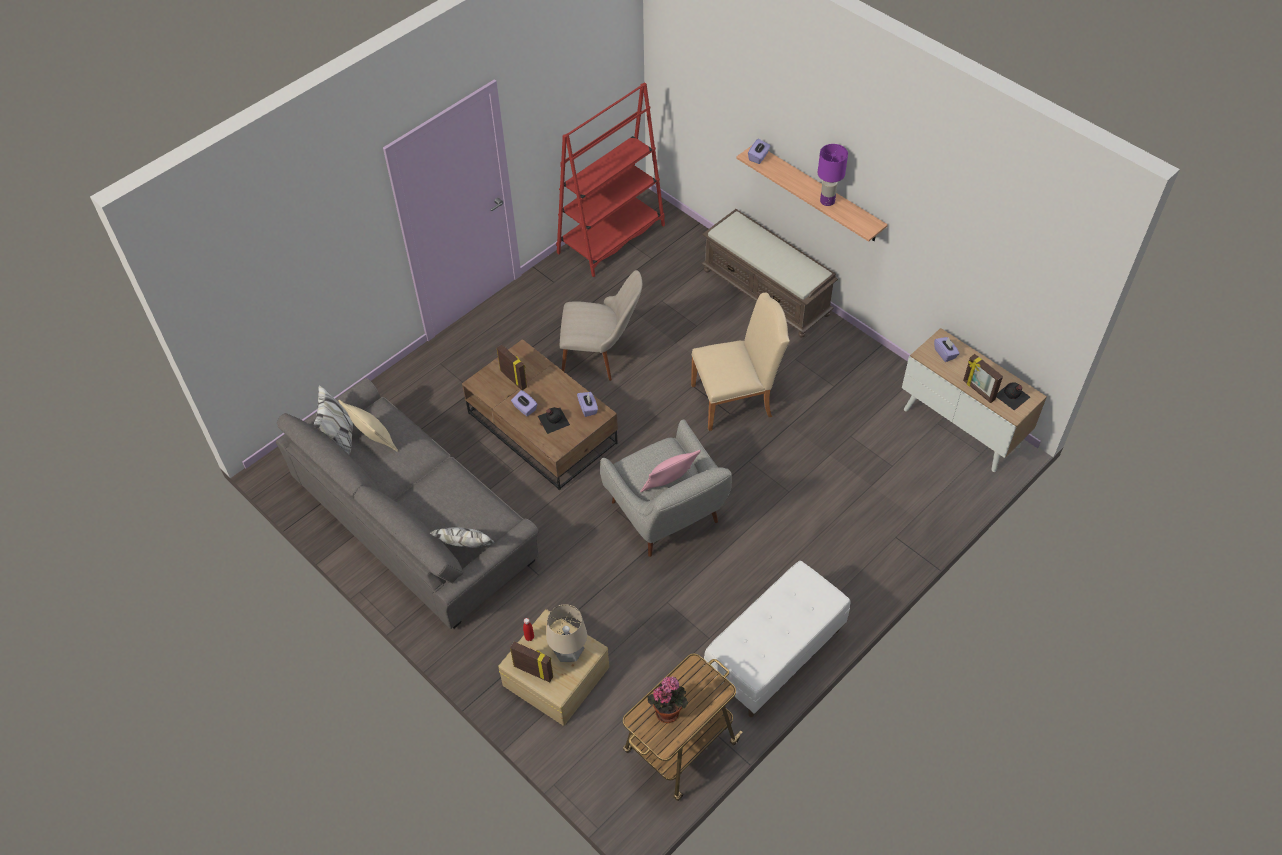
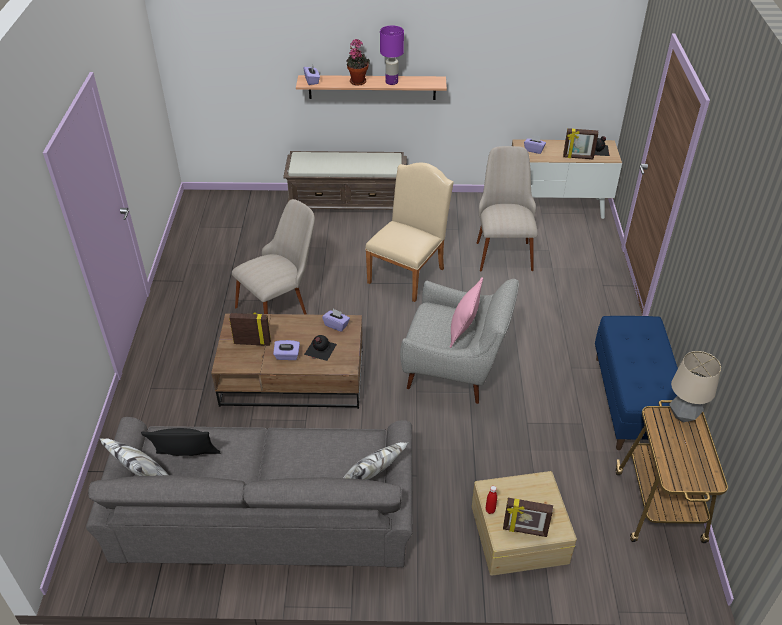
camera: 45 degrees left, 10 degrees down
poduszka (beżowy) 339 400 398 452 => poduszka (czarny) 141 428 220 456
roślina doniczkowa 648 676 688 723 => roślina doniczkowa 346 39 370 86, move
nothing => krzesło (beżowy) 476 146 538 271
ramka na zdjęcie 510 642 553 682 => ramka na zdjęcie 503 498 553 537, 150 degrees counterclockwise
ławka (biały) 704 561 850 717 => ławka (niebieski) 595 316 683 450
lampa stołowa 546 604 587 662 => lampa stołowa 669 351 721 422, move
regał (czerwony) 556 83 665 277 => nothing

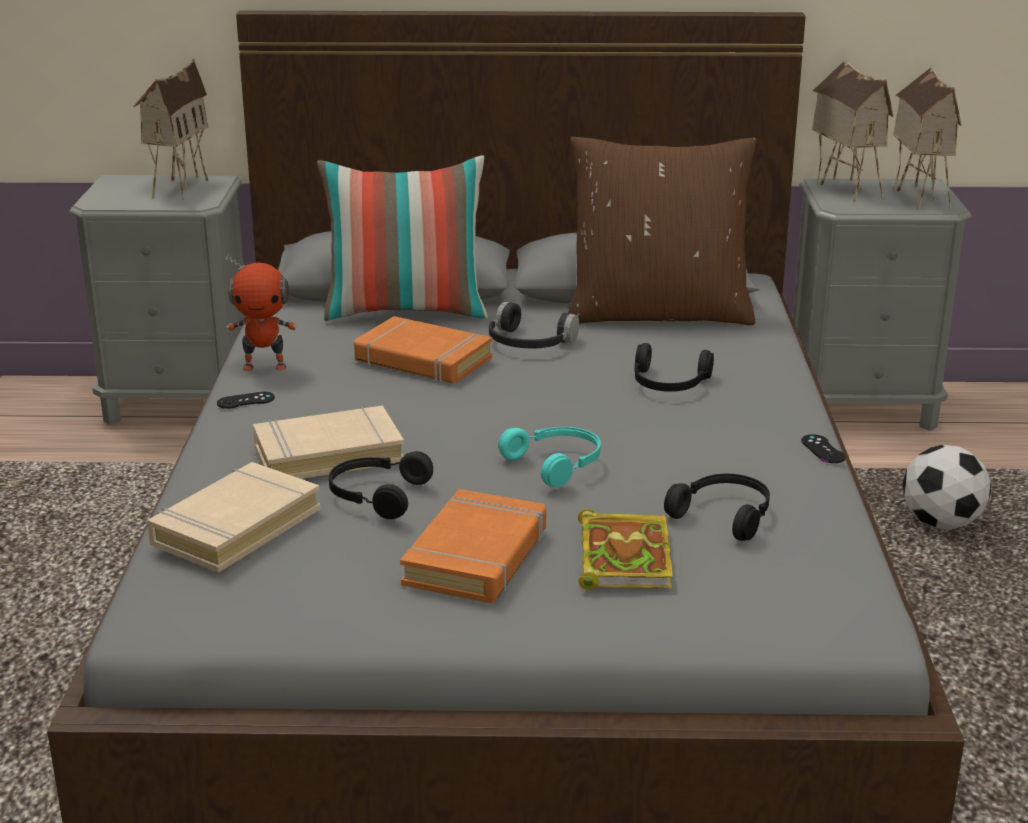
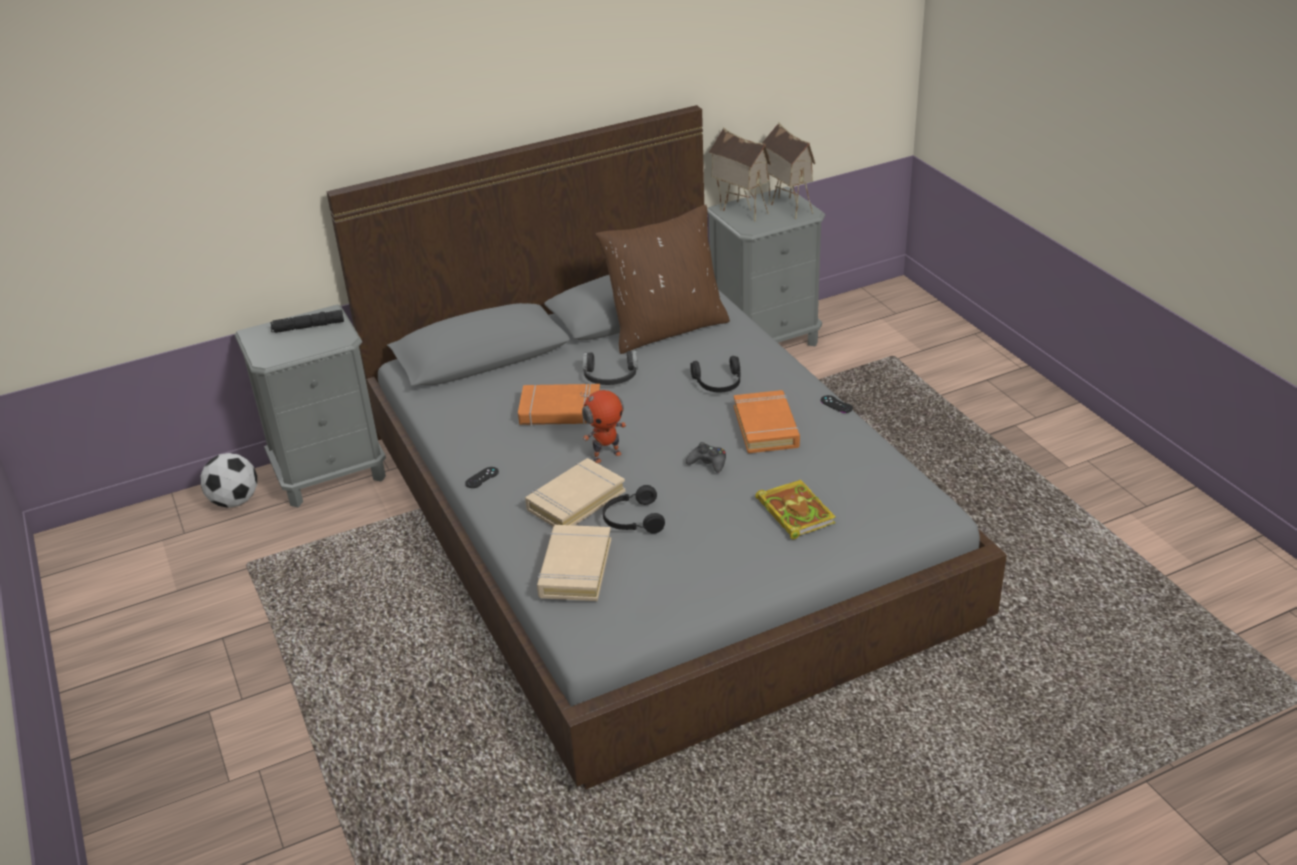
camera: 25 degrees left, 10 degrees up
piłka futbolowa 903 445 991 530 => piłka futbolowa 200 453 257 508, move
domek 133 59 208 200 => latarka (czarny) 270 310 344 333
robot zabawkowy 226 254 297 371 => robot zabawkowy 581 390 627 463, move
słuchawki (turkusowy) 498 427 601 487 => pad do gier (czarny) 686 442 726 473
książka (pomarańczowy) 400 489 546 603 => książka (pomarańczowy) 734 390 800 453, move
poduszka 317 156 488 321 => nothing
słuchawki (czarny) 664 474 770 541 => nothing

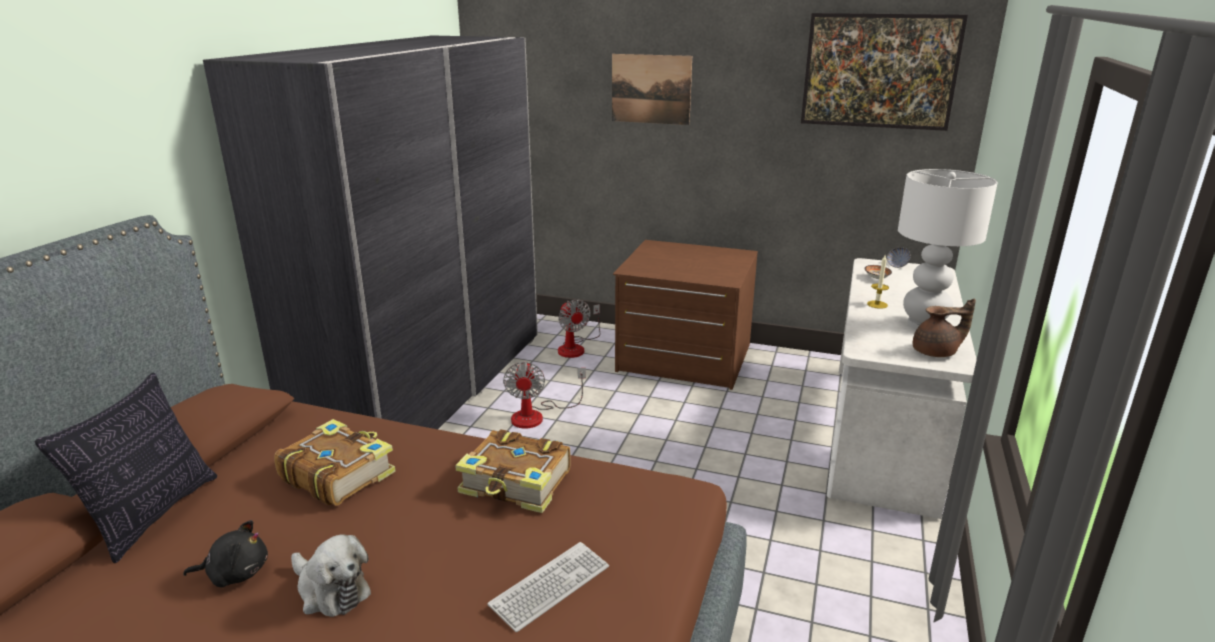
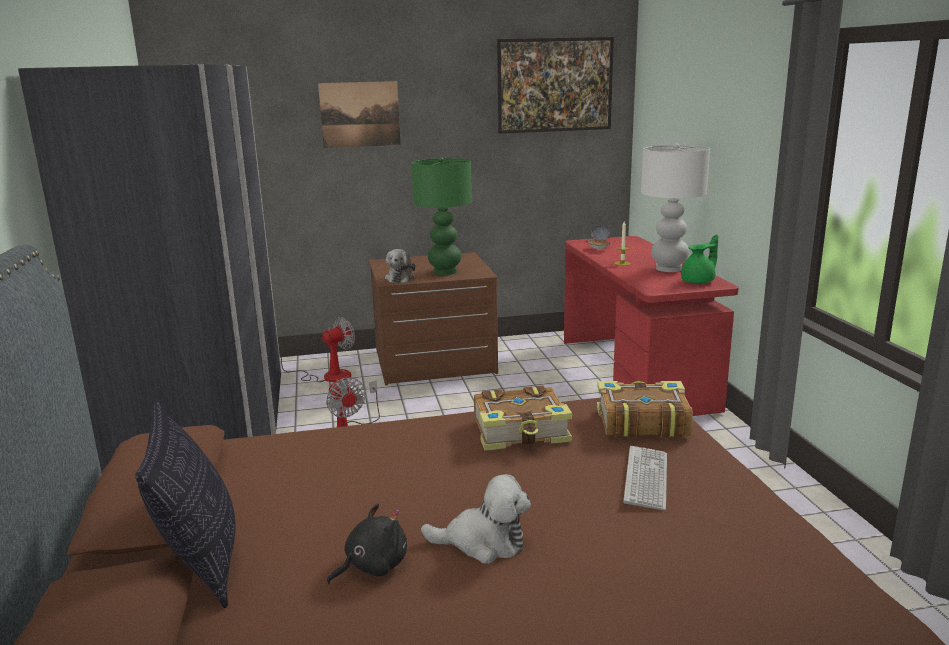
camera: 30 degrees left, 5 degrees down
wentylator 558 300 601 358 => wentylator 280 317 355 382, 75 degrees counterclockwise
nothing => pluszak 385 249 416 283
nothing => lampa stołowa (zielony) 411 157 472 275
biurko (biały) 827 258 977 519 => biurko (czerwony) 564 236 739 416
książka 274 419 396 506 => książka 597 381 693 438, move
imbryk (brązowy) 913 299 976 357 => imbryk (zielony) 681 234 718 283

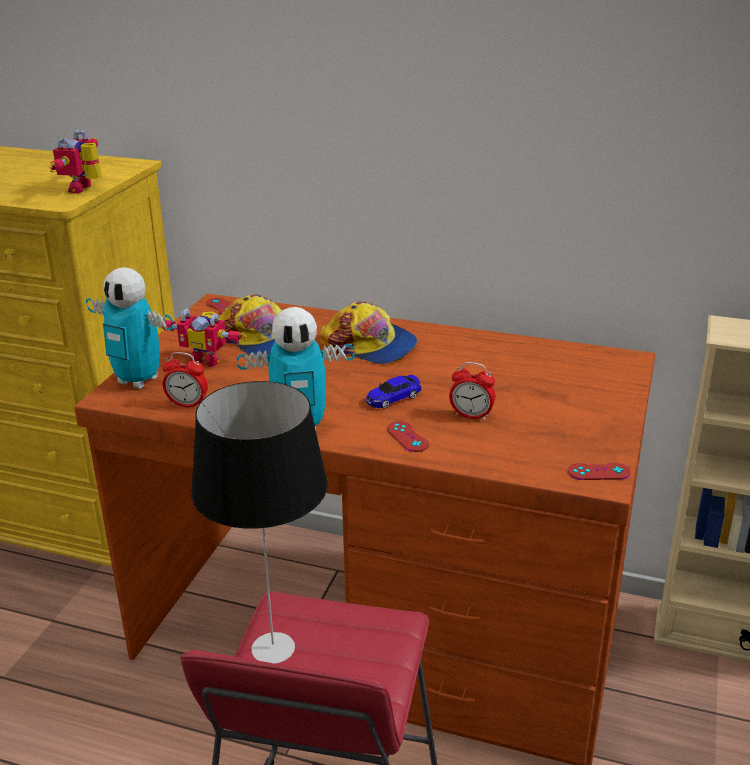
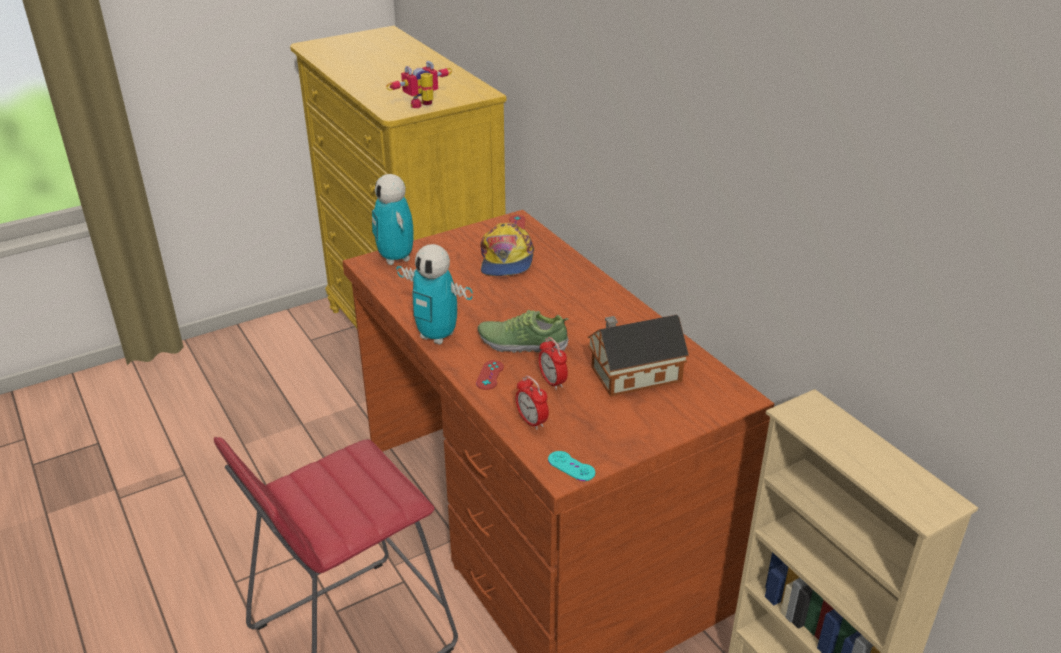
camera: 40 degrees right, 5 degrees up
samochodzik 366 375 421 409 => but 478 310 569 353
budzik 163 352 208 407 => budzik 516 376 549 430, move
pad do gier (czerwony) 568 463 631 480 => pad do gier (turkusowy) 548 451 595 481
nothing => domek 588 315 689 397
robot zabawkowy 159 309 247 367 => nothing
lampa stołowa 191 381 328 664 => nothing
czapka z daszkiem 319 301 417 364 => nothing

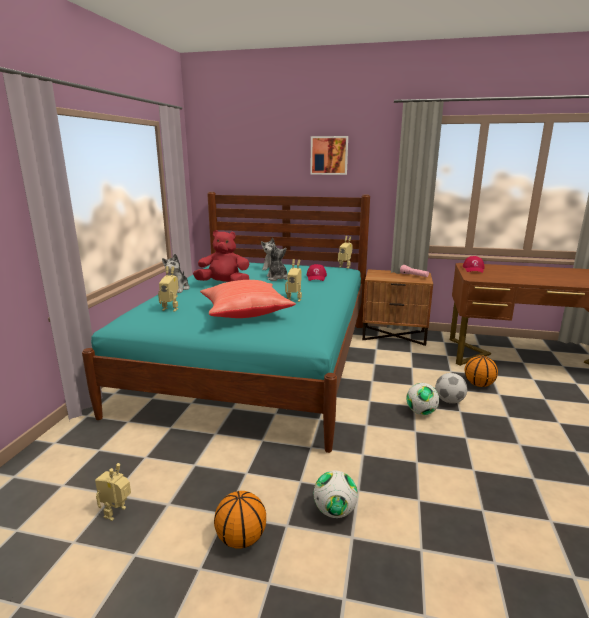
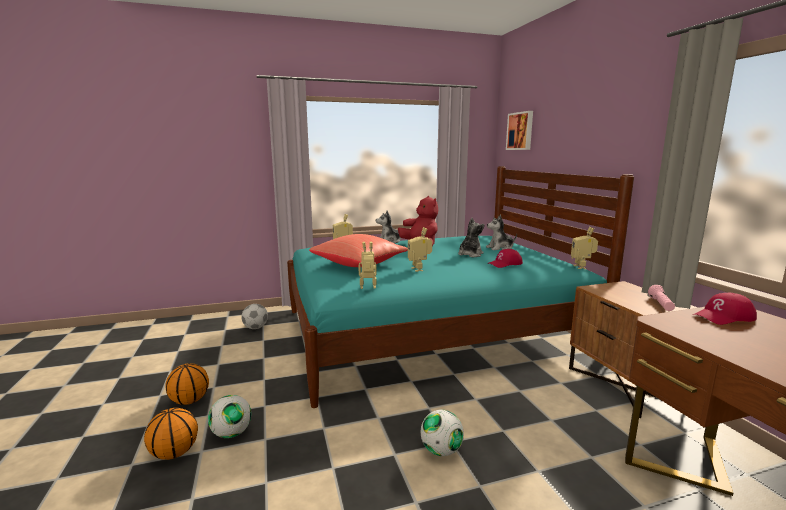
camera: 60 degrees right, 5 degrees down
piłka do koszykówki 465 355 498 387 => piłka do koszykówki 144 408 198 460, move
piłka futbolowa 435 373 468 404 => piłka futbolowa 241 304 268 329, move
robot zabawkowy 95 463 131 521 => robot zabawkowy 358 242 377 289, move
obraz 310 136 348 175 => obraz 506 111 533 150, move

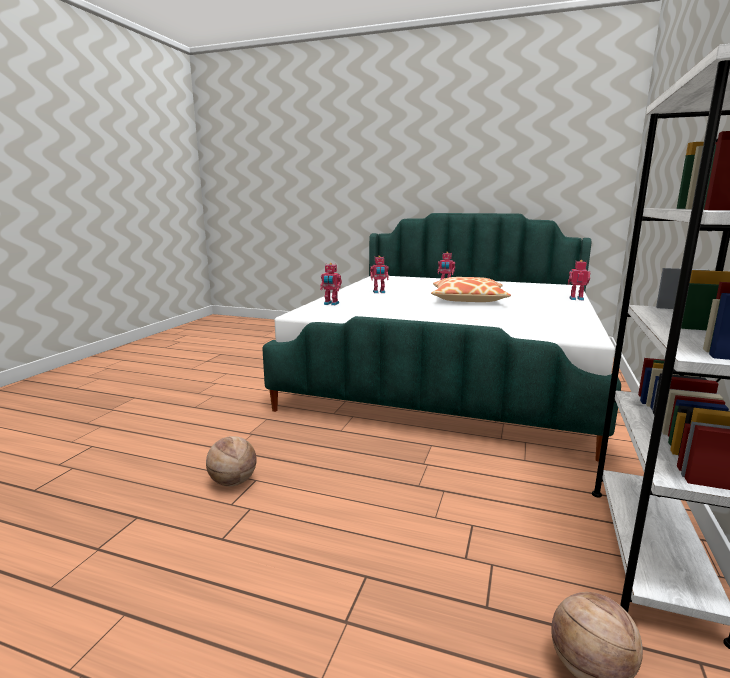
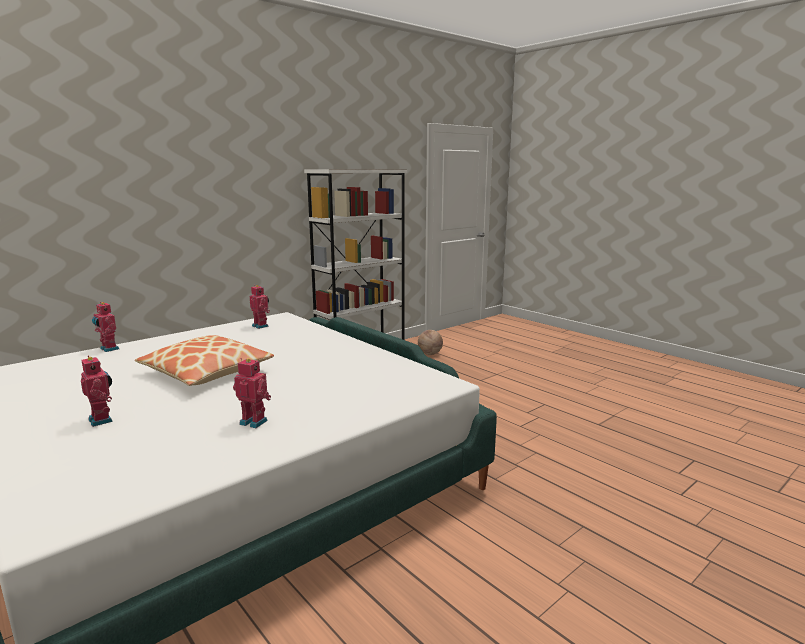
camera: 150 degrees left, 0 degrees up
robot zabawkowy 320 263 342 305 => robot zabawkowy 250 285 270 329, move
piłka do koszykówki 206 436 257 486 => nothing

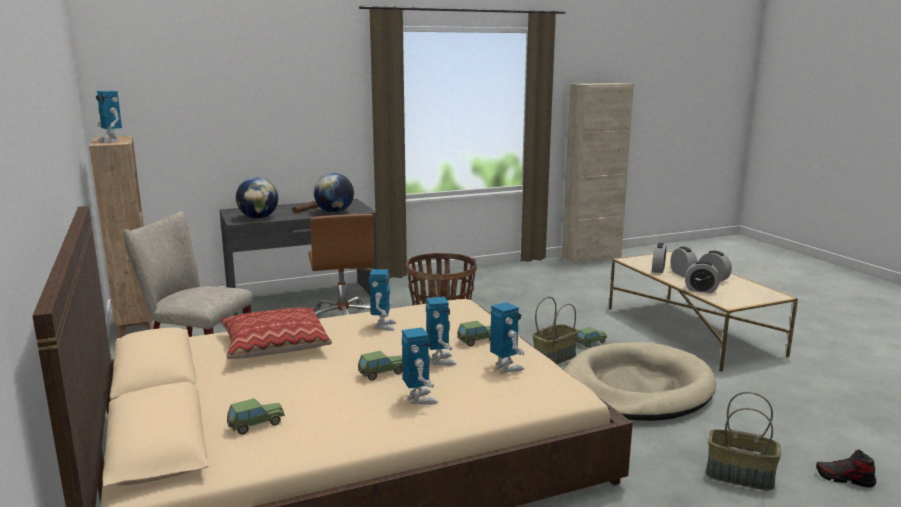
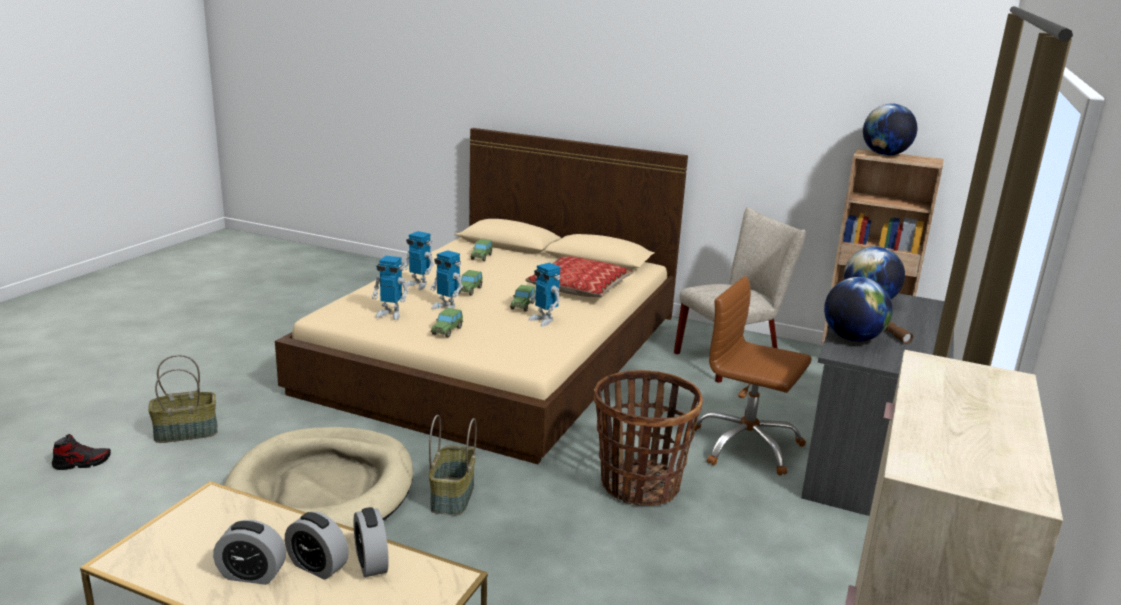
camera: 135 degrees right, 5 degrees up
samochodzik 576 327 608 347 => samochodzik 510 285 535 312, move
robot zabawkowy 96 91 122 143 => globus 863 104 918 156
budzik 685 261 720 293 => nothing

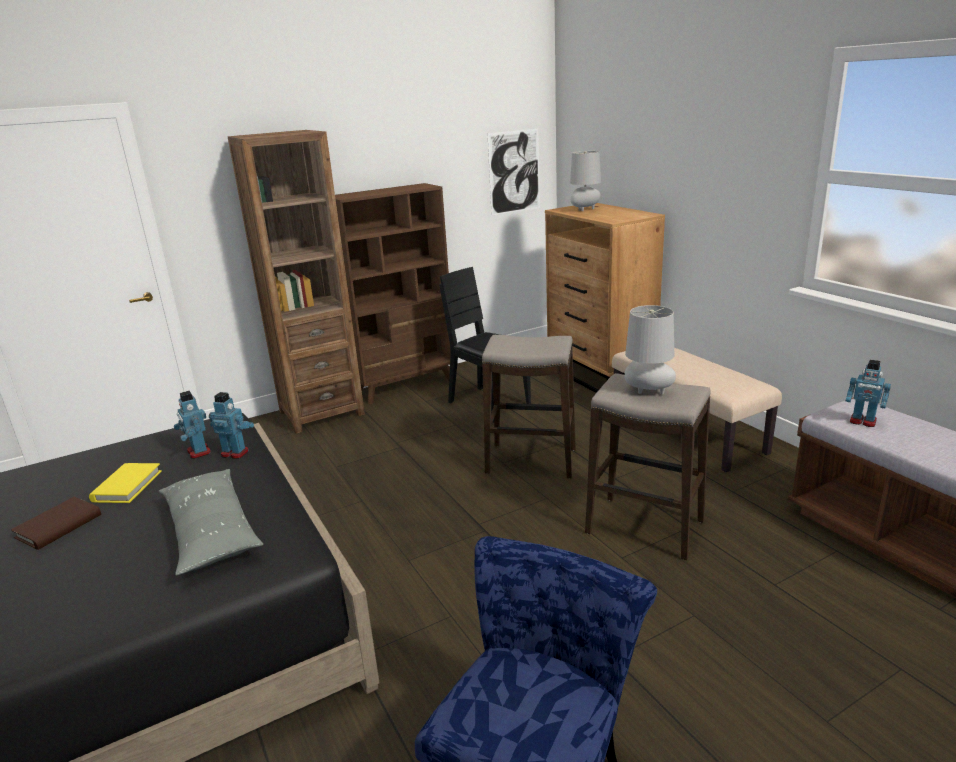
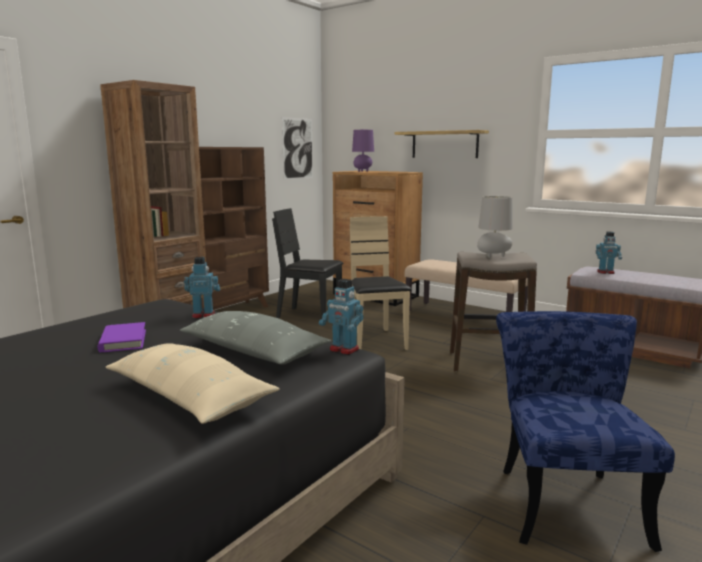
camera: 25 degrees left, 10 degrees down
książka (żółty) 89 463 162 503 => książka (fioletowy) 97 322 146 352
nothing => poduszka (beżowy) 105 343 280 424
robot zabawkowy 174 391 211 459 => robot zabawkowy 319 279 364 355, move
stołek 482 335 576 479 => krzesło (beżowy) 350 216 412 350
lampa stołowa (szary) 570 151 601 211 => lampa stołowa (fioletowy) 352 129 374 172
nothing => półka 395 130 489 158
książka (brązowy) 11 497 101 550 => nothing

